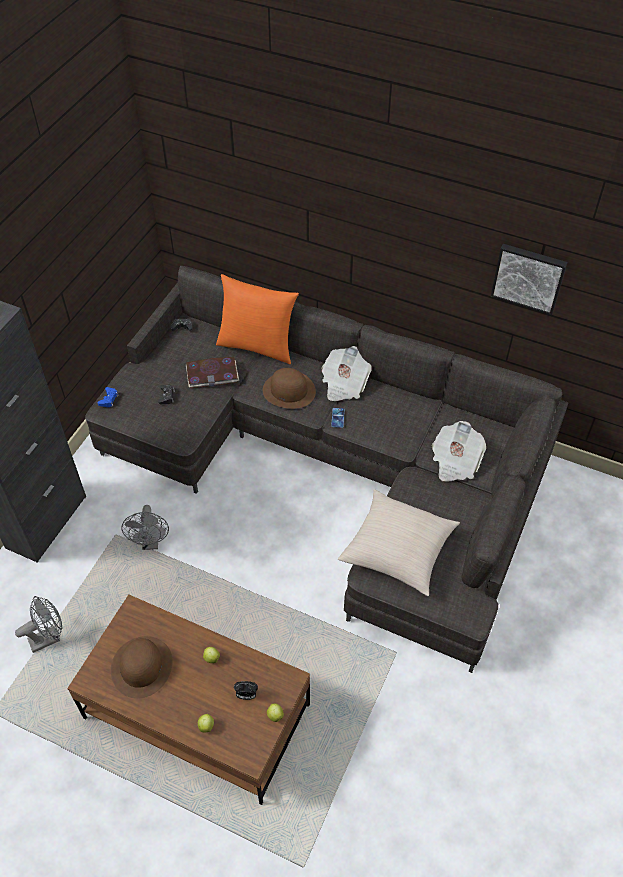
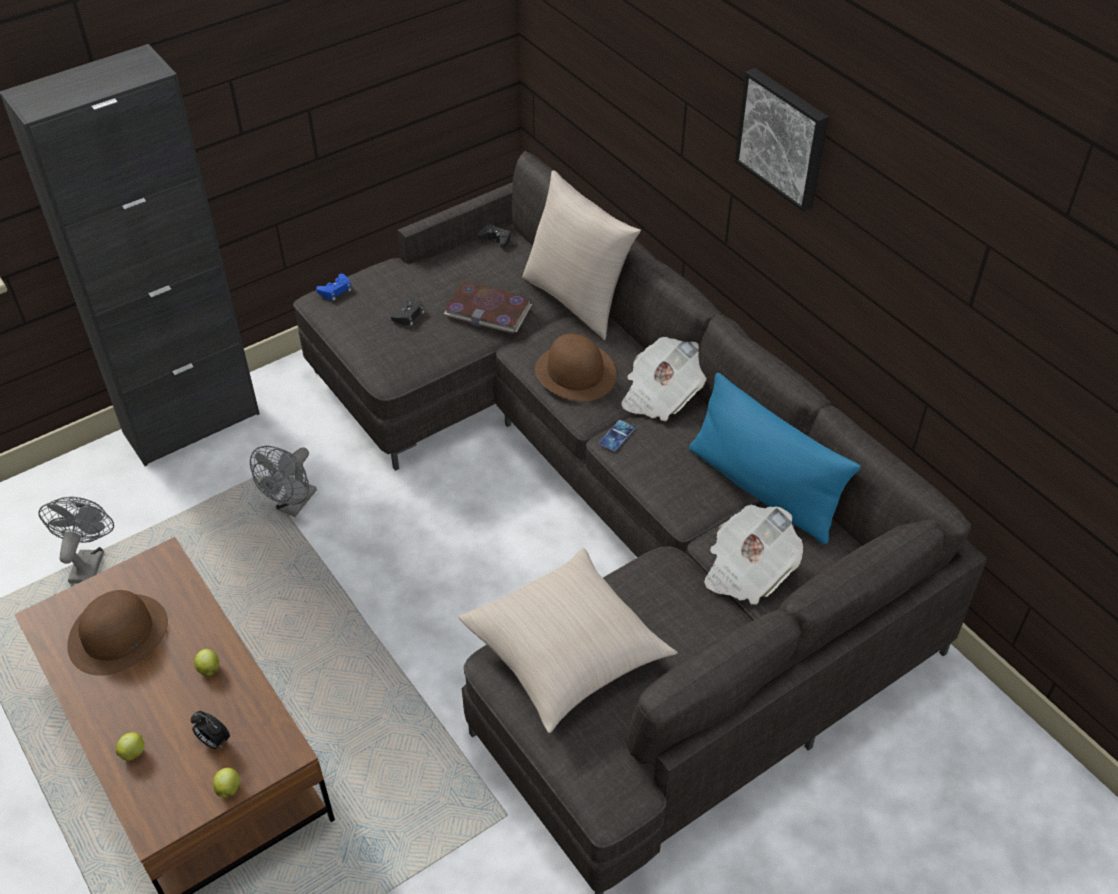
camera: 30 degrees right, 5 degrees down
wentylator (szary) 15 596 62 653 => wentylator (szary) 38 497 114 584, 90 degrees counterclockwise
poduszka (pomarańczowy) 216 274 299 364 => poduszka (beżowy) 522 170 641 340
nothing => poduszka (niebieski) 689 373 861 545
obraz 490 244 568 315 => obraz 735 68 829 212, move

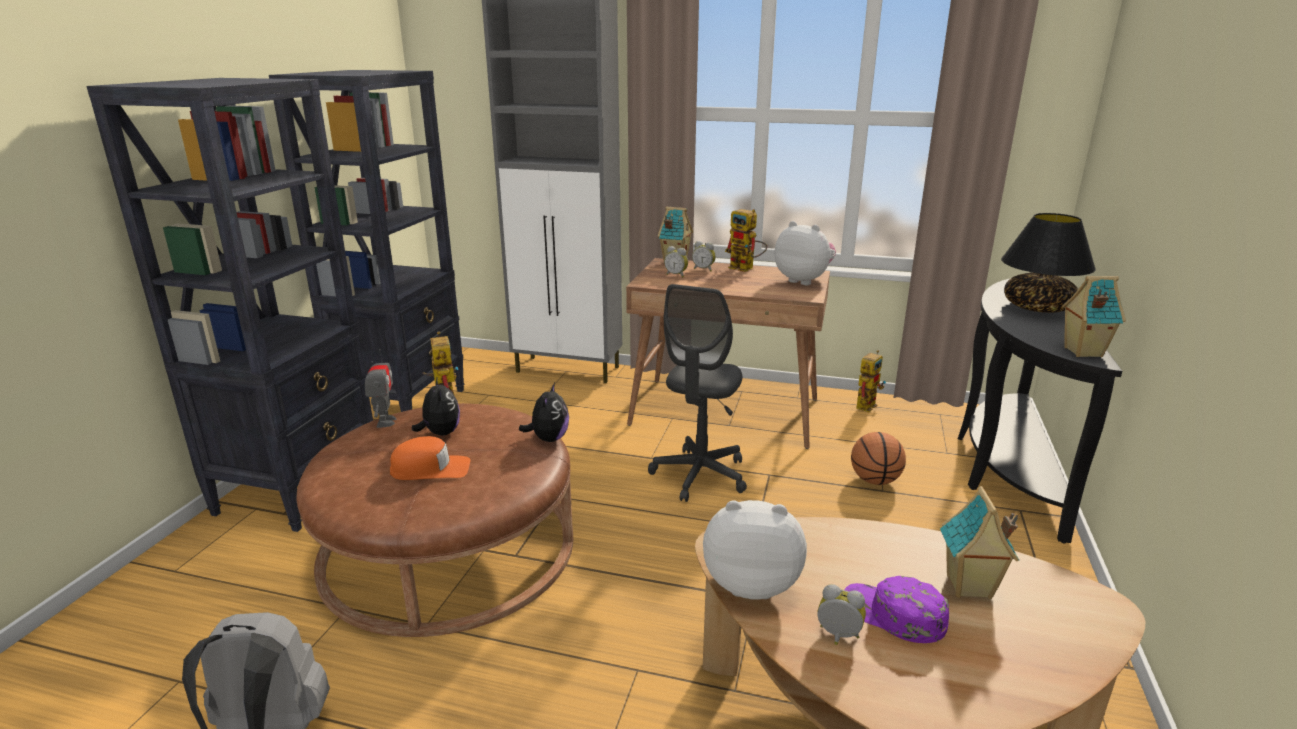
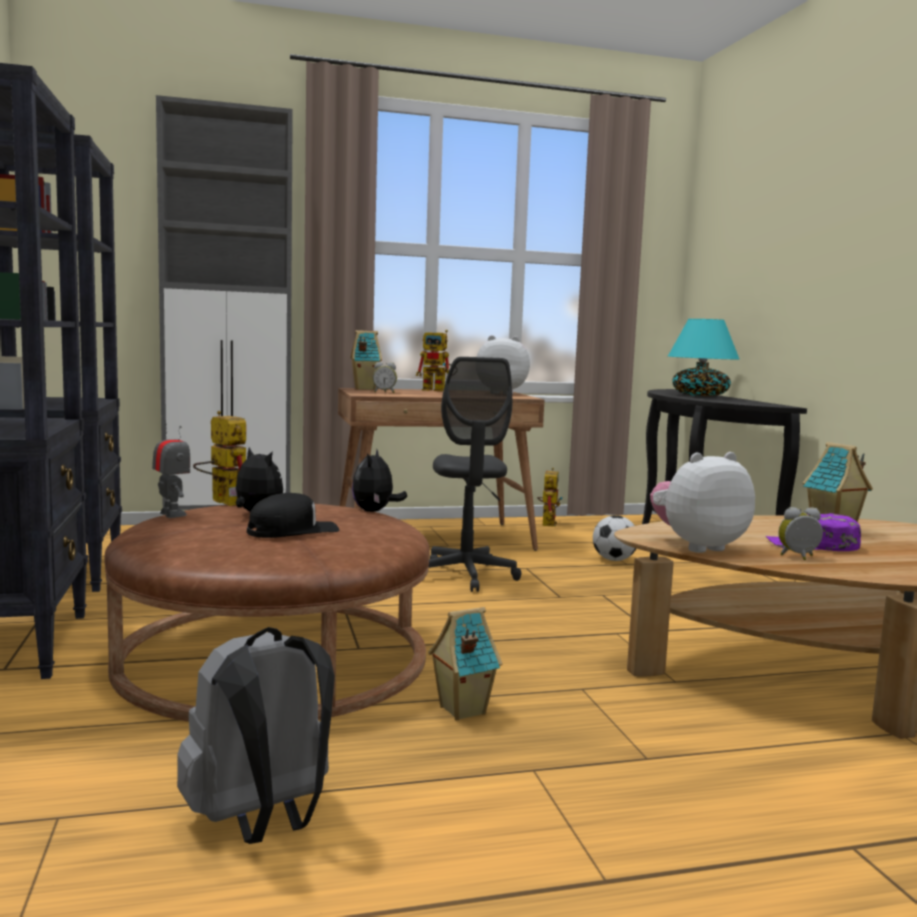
camera: 30 degrees left, 15 degrees down
czapka z daszkiem (pomarańczowy) 390 436 470 480 => czapka z daszkiem (czarny) 247 493 339 538
pluszak 519 383 569 442 => pluszak 352 449 407 512, 150 degrees counterclockwise
domek 1062 276 1126 357 => domek 428 607 502 721, move
piłka do koszykówki 851 432 906 485 => piłka futbolowa 593 515 636 561
lampa stołowa (czarny) 1001 213 1096 313 => lampa stołowa (turkusowy) 668 319 739 396
budzik 692 241 716 272 => nothing

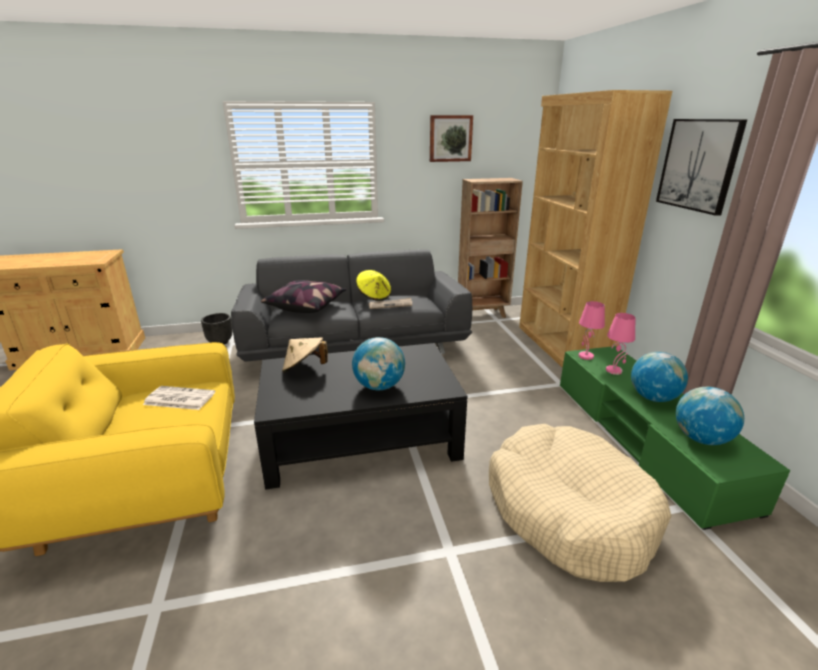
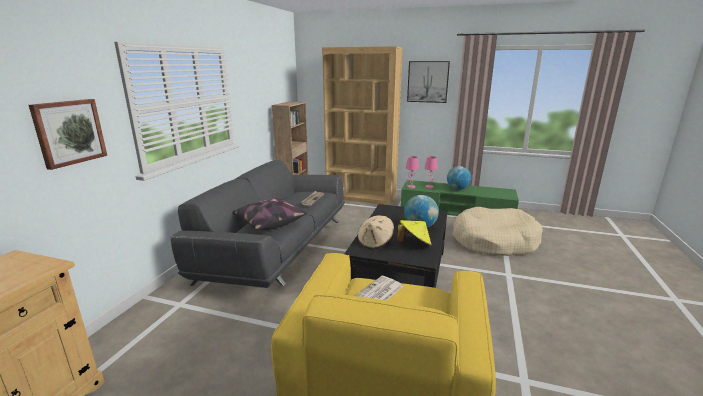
camera: 60 degrees left, 5 degrees down
obraz 430 115 473 162 => obraz 29 99 107 170, move
kapelusz (żółty) 356 270 391 300 => kapelusz (żółty) 397 220 432 246, move
donica (czarny) 201 313 232 344 => nothing
globus 676 387 744 445 => nothing

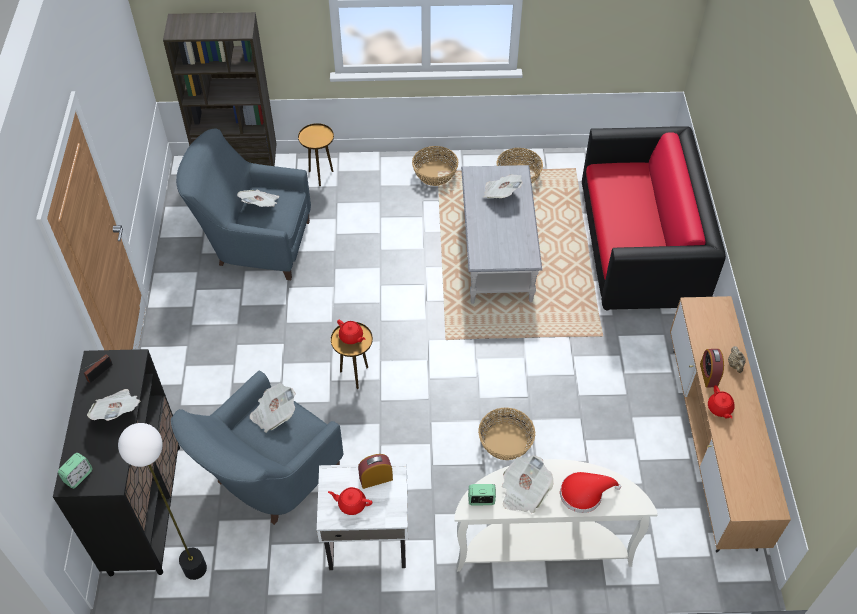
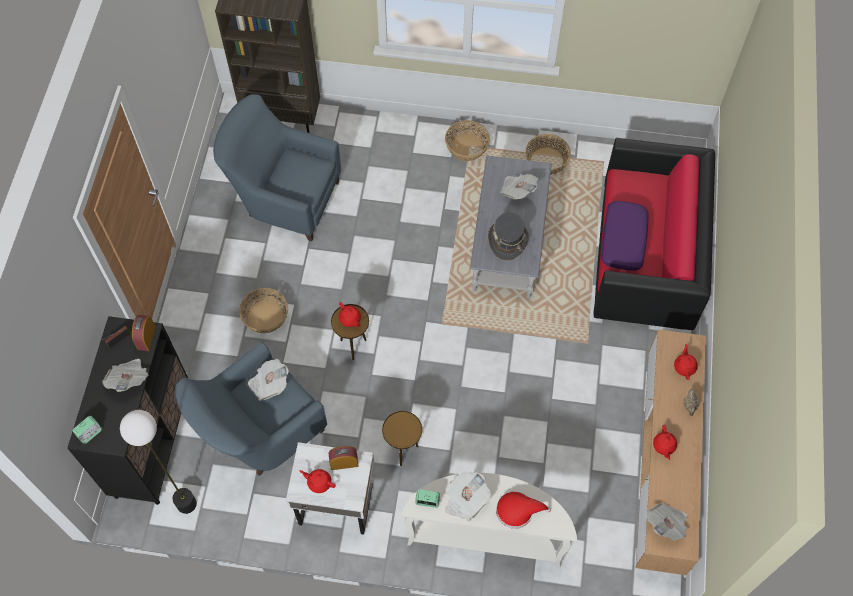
camera: 10 degrees right, 10 degrees up
budzik 700 349 724 388 => budzik 132 315 156 351, move
koszyk 478 408 535 460 => koszyk 239 288 288 333, move
stolik (brązowy) 298 123 334 186 => stolik (brązowy) 382 411 422 466, move
nothing => kapelusz (szary) 488 212 529 260
nothing => poduszka (fioletowy) 601 201 649 271
gazeta 237 190 279 207 => gazeta 647 502 688 541, move
nothing => imbryk (czerwony) 674 344 698 380

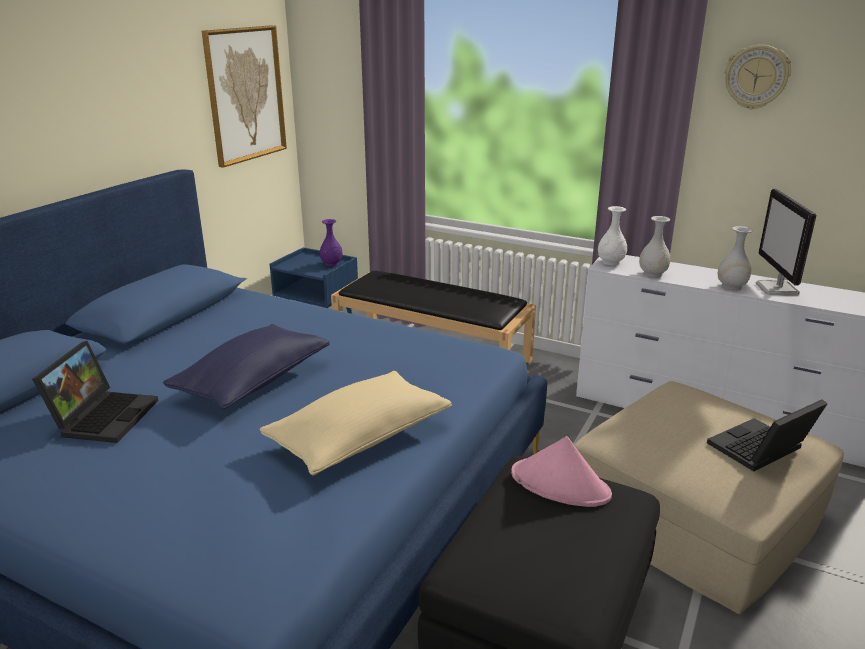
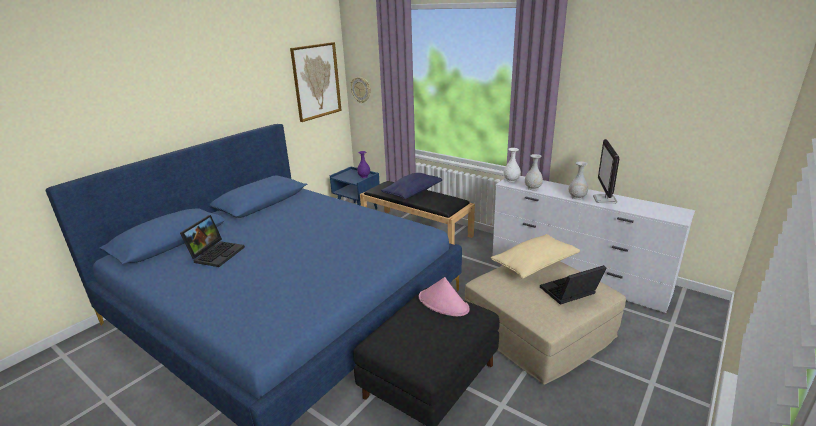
camera: 10 degrees right, 0 degrees up
zegar ścienny 725 45 791 109 => zegar ścienny 351 77 371 103, move
poduszka (niebieski) 163 324 330 410 => poduszka (niebieski) 381 173 442 199, move
poduszka (beżowy) 260 371 452 476 => poduszka (beżowy) 491 234 580 279, move

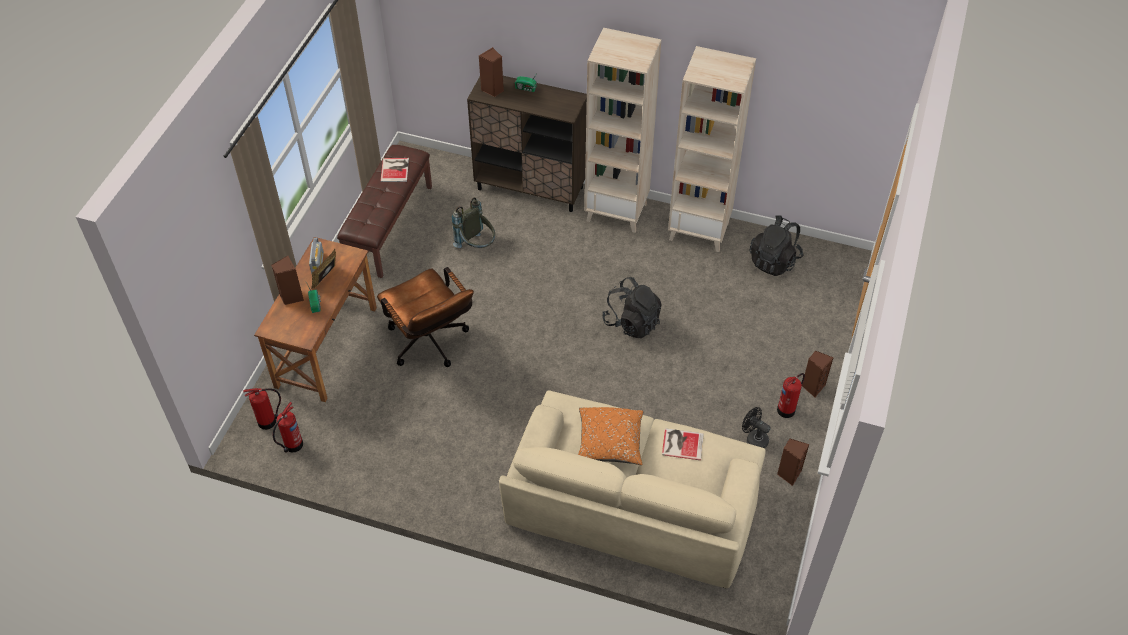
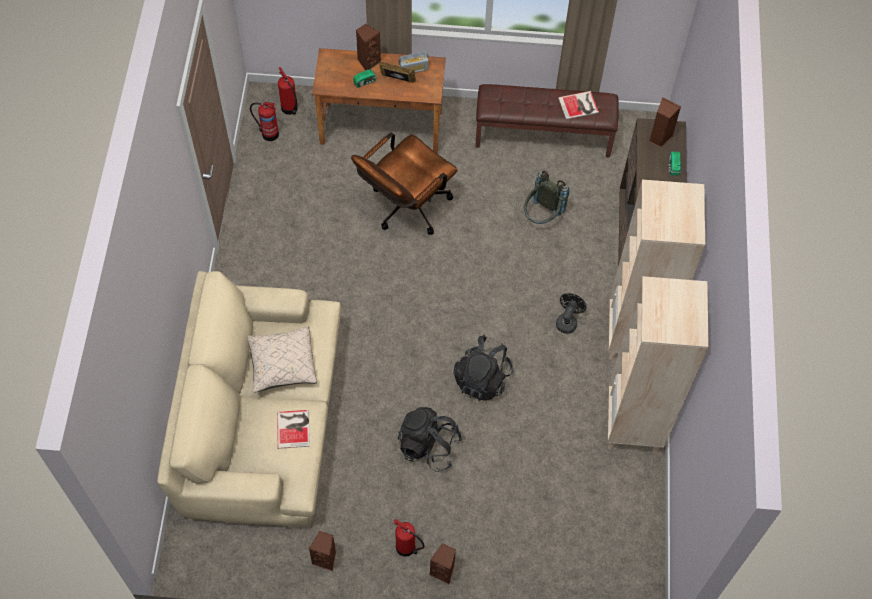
camera: 75 degrees right, 10 degrees up
poduszka (pomarańczowy) 578 407 643 465 => poduszka (beżowy) 248 326 317 393
plecak (czarny) 749 215 803 276 => plecak (czarny) 398 407 463 472, move
wentylator (czarny) 742 407 771 449 => wentylator (czarny) 556 293 587 334, move

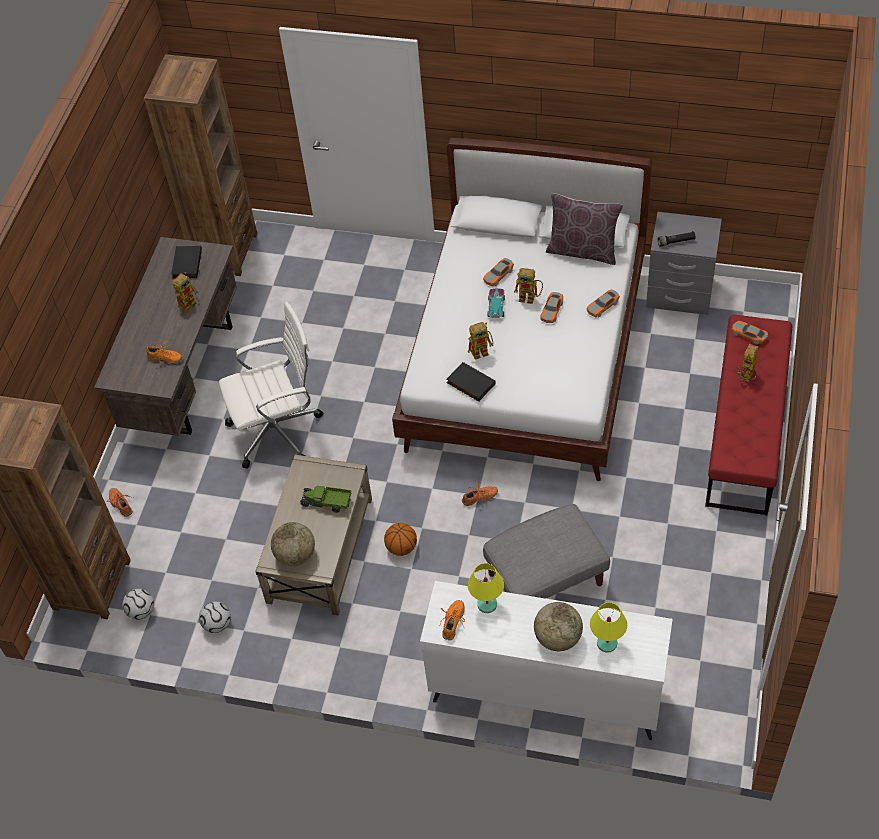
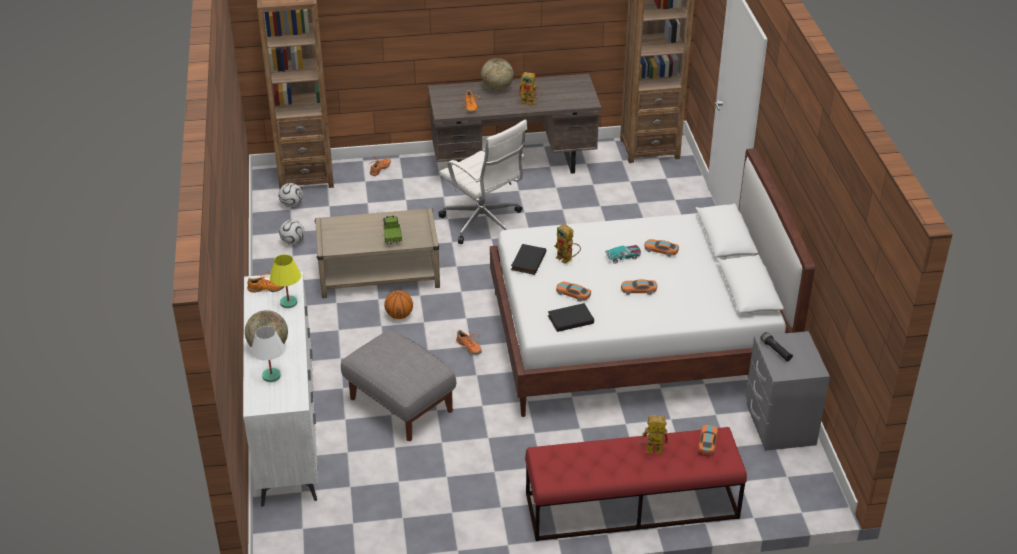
camera: 65 degrees right, 15 degrees down
lampa stołowa (żółty) 590 602 627 653 => lampa stołowa (biały) 251 326 284 382
globus 271 522 315 566 => globus 481 58 514 91, move
książka (czarny) 171 246 202 278 => książka (czarny) 548 303 594 332, move
samochodzik 587 290 620 317 => samochodzik 556 281 591 302, move
robot zabawkowy 514 268 543 304 => nothing
poduszka (brązowy) 546 193 623 265 => nothing

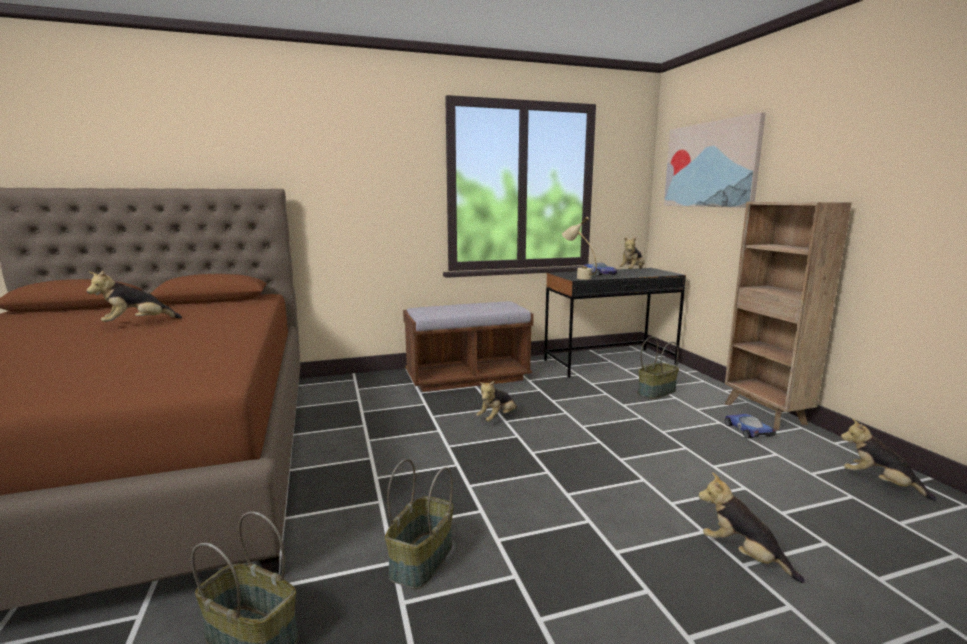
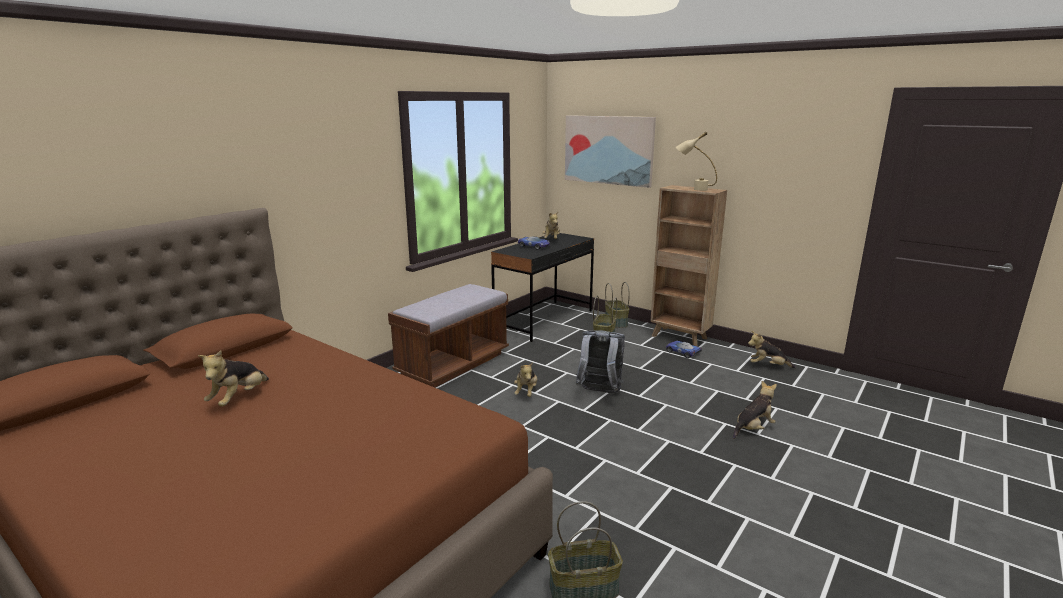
camera: 35 degrees left, 5 degrees up
nothing => plecak (szary) 576 331 625 393
koszyk 385 459 453 589 => koszyk 605 282 630 328, move
lampa stołowa (beżowy) 562 217 597 280 => lampa stołowa (beżowy) 675 131 717 191, move
pluszak 698 472 805 583 => pluszak 733 381 777 439, 135 degrees clockwise

